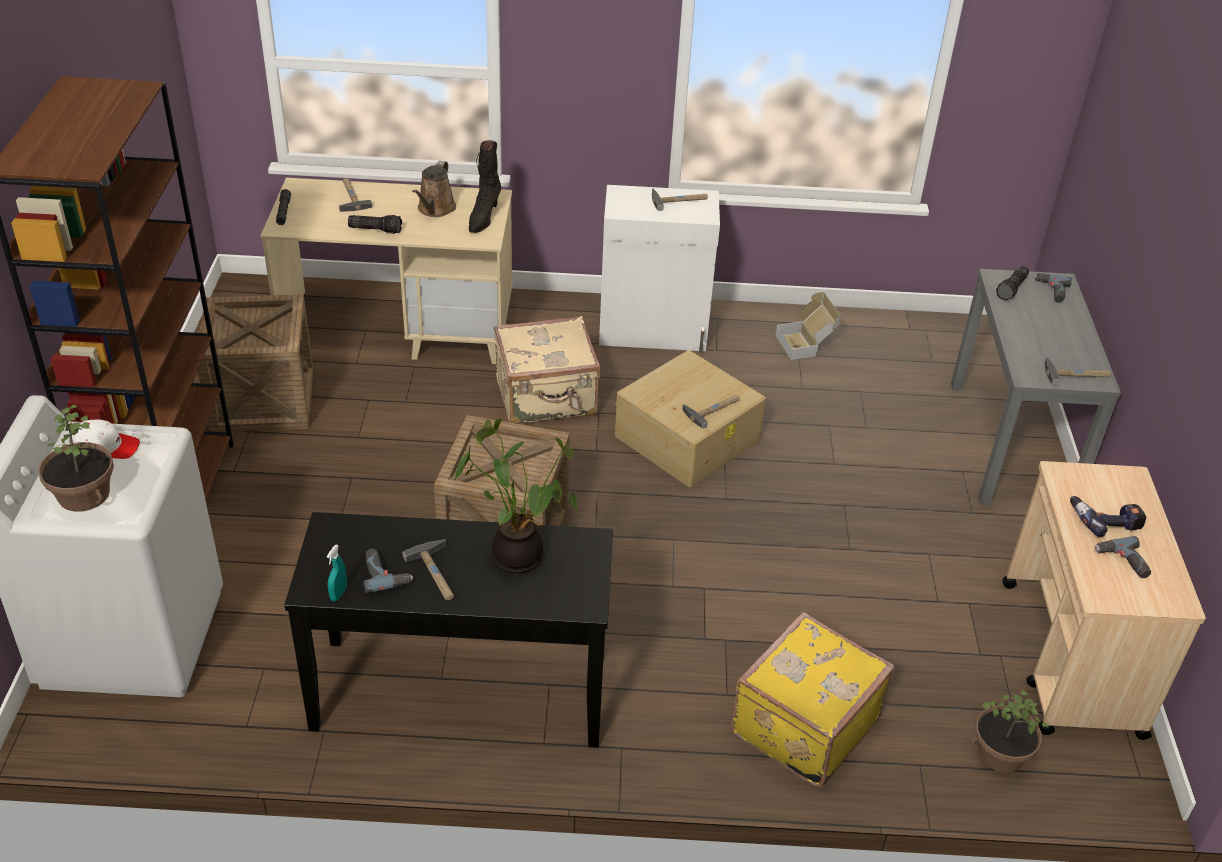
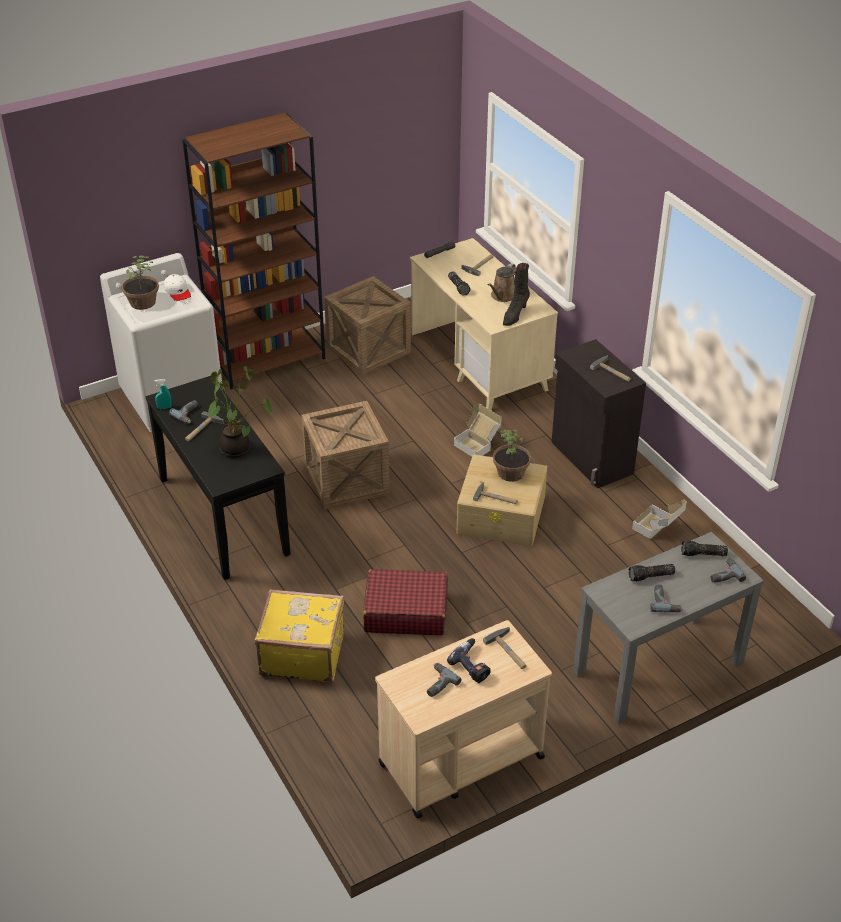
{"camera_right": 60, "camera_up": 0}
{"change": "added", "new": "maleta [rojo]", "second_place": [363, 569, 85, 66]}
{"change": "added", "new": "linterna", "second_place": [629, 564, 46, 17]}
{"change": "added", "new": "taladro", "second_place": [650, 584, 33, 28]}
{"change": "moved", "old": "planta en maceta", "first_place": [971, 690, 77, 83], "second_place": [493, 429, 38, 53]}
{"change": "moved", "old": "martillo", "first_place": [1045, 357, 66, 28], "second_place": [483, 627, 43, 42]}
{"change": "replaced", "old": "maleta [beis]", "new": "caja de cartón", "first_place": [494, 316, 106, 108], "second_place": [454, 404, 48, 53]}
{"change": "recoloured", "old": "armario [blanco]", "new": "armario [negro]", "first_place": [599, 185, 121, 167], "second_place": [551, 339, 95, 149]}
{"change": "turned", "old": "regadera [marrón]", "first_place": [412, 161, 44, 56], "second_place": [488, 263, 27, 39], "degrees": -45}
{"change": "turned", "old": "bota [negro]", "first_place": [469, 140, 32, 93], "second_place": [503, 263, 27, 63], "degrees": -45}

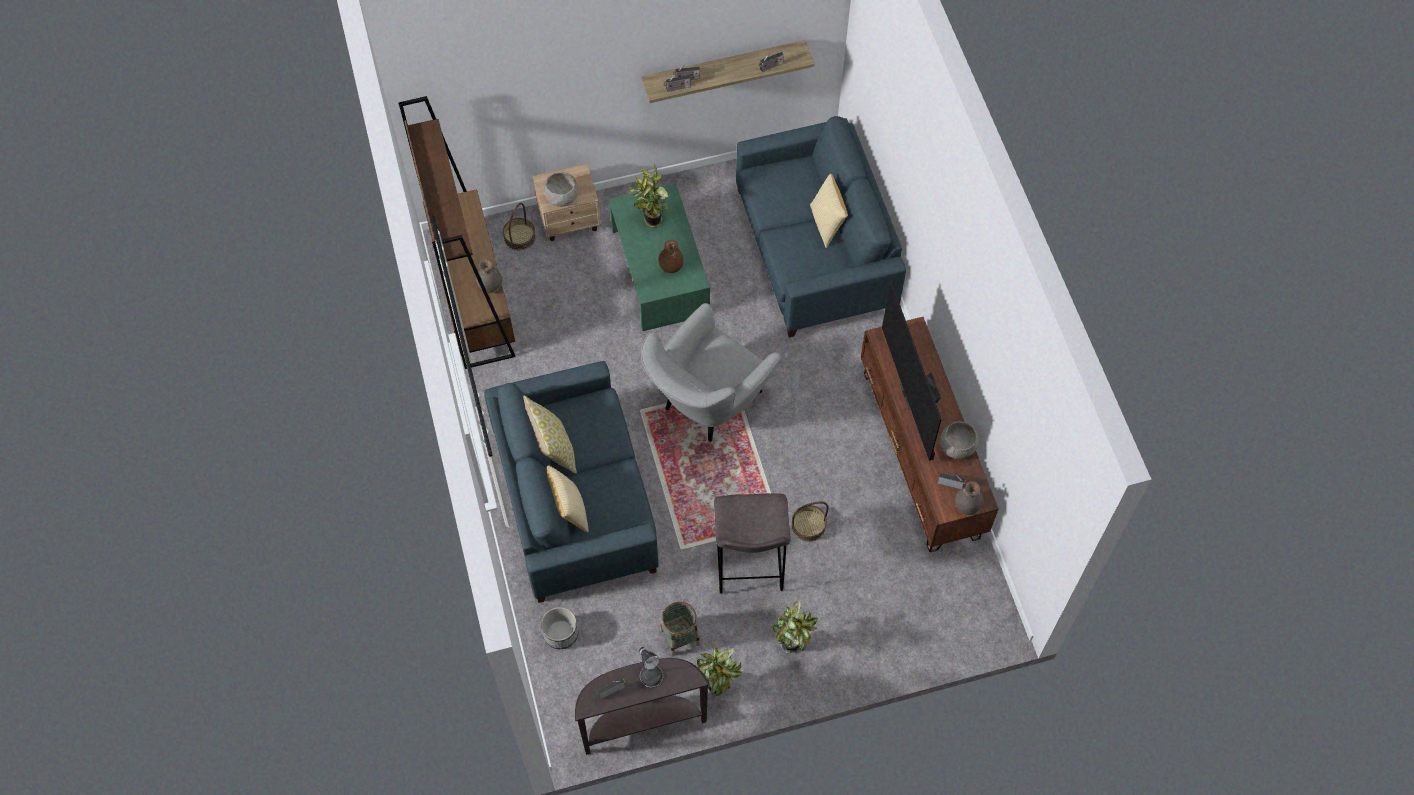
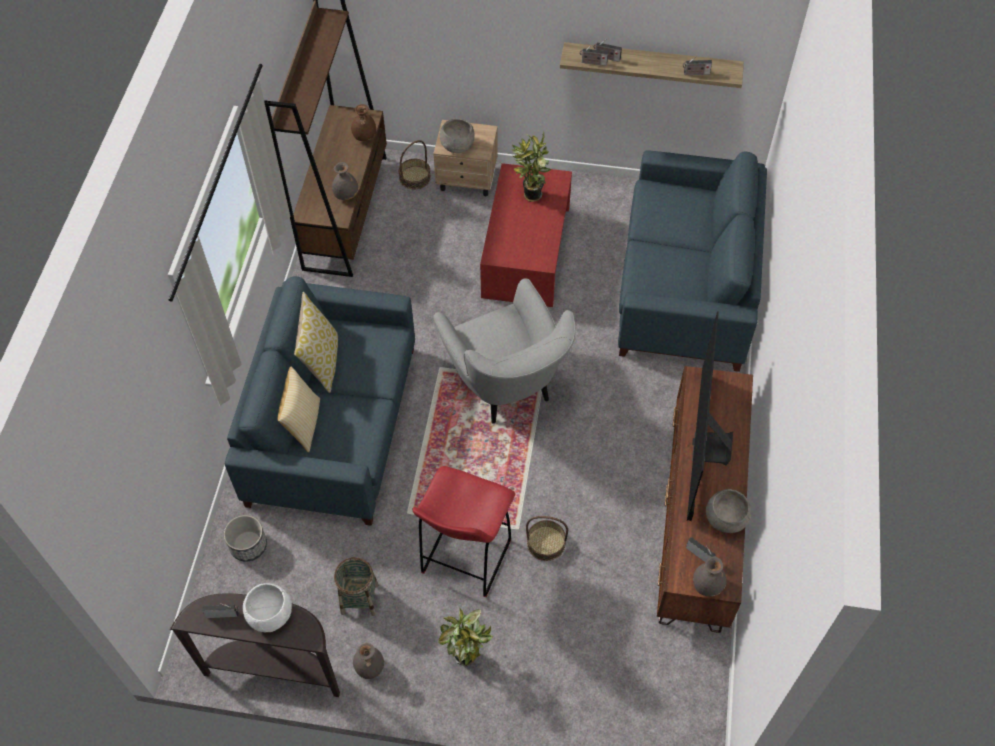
{"camera_right": 25, "camera_up": -5}
{"change": "removed", "old": "cojín", "first_place": [810, 174, 38, 74]}
{"change": "moved", "old": "florero [marrón]", "first_place": [658, 240, 26, 33], "second_place": [351, 104, 26, 37]}
{"change": "replaced", "old": "lámpara de mesa", "new": "cuenco [blanco]", "first_place": [639, 647, 24, 41], "second_place": [243, 583, 49, 49]}
{"change": "replaced", "old": "planta en maceta", "new": "florero [gris]", "first_place": [697, 646, 46, 50], "second_place": [353, 643, 31, 36]}
{"change": "recoloured", "old": "mesa de centro [verde]", "new": "mesa de centro [rojo]", "first_place": [609, 184, 101, 147], "second_place": [480, 163, 92, 144]}
{"change": "recoloured", "old": "taburete [gris]", "new": "taburete [rojo]", "first_place": [714, 493, 77, 101], "second_place": [413, 466, 102, 131]}
{"change": "turned", "old": "sillón [gris]", "first_place": [641, 303, 140, 139], "second_place": [433, 278, 142, 146], "degrees": -90}

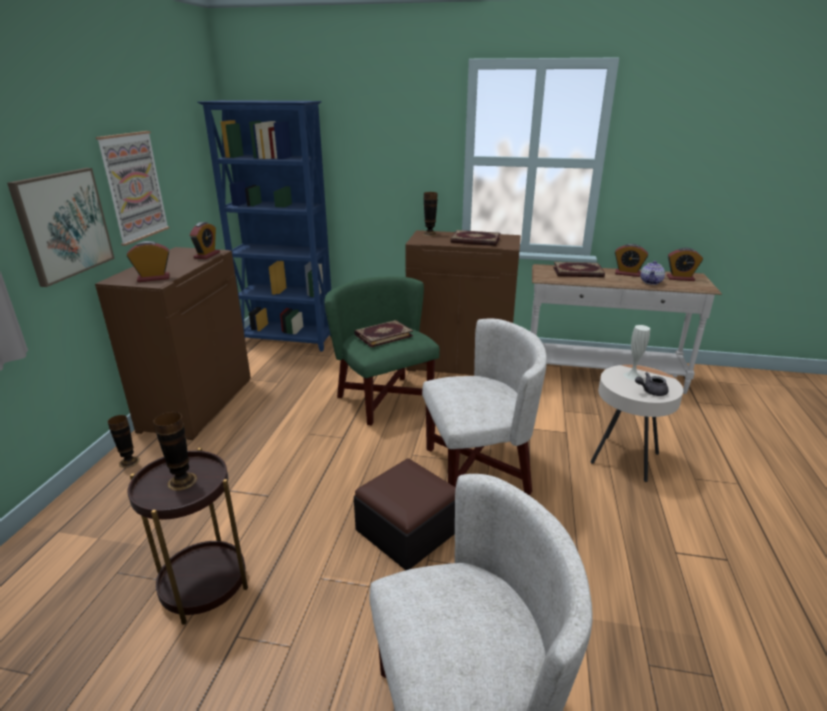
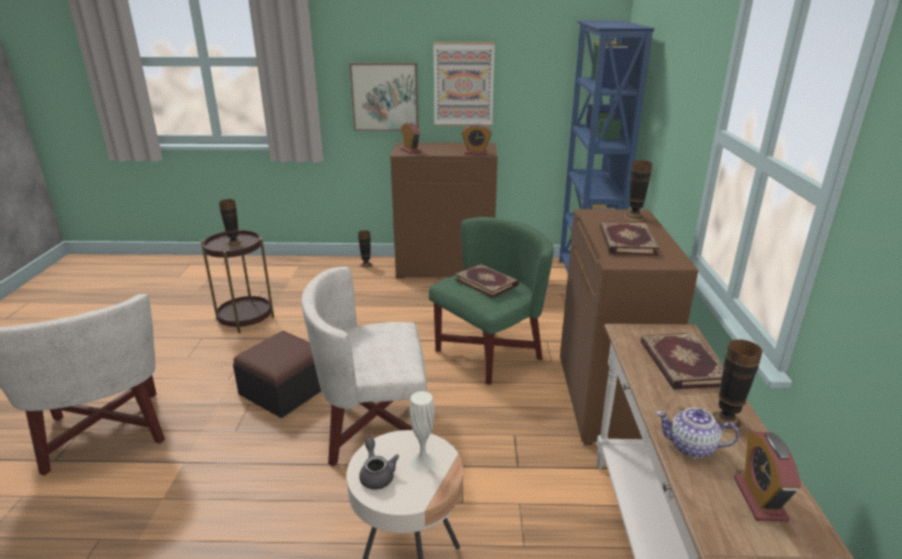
{"camera_right": 80, "camera_up": 0}
{"change": "replaced", "old": "despertador", "new": "florero", "first_place": [615, 244, 33, 33], "second_place": [711, 339, 51, 94]}
{"change": "turned", "old": "sillón [blanco]", "first_place": [422, 318, 125, 177], "second_place": [301, 267, 126, 199], "degrees": 105}

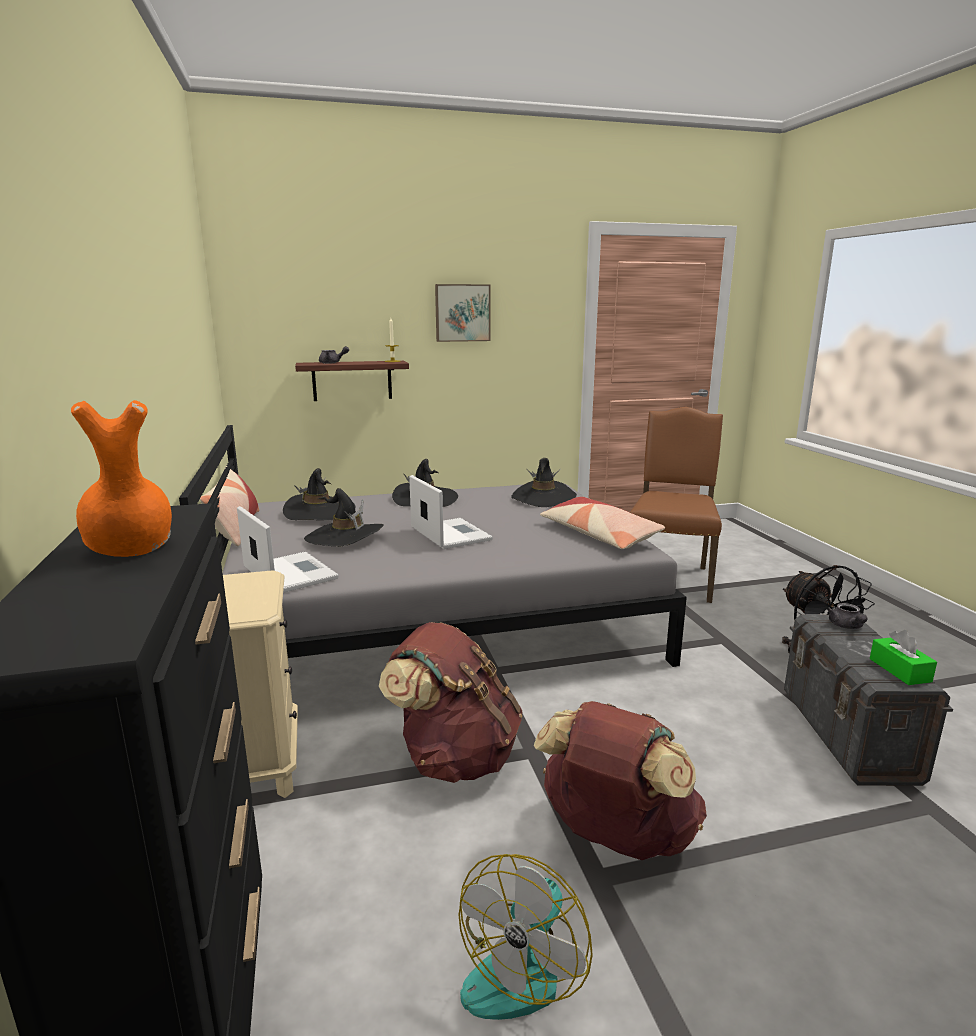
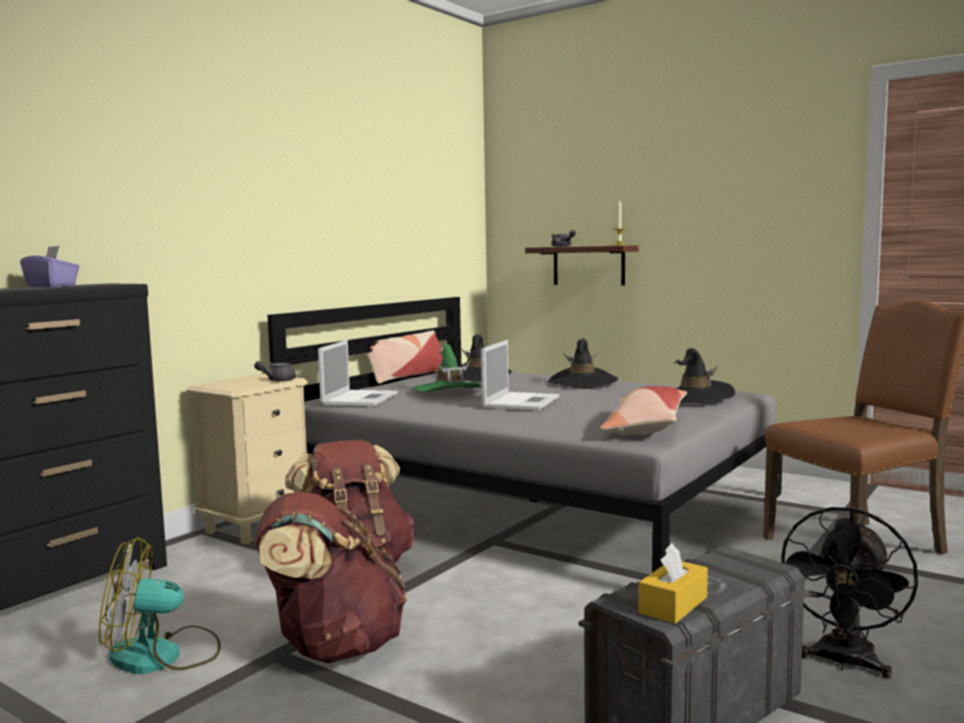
{"camera_right": 50, "camera_up": -10}
{"change": "removed", "old": "cuadro", "first_place": [435, 284, 56, 58]}
{"change": "moved", "old": "tetera [gris]", "first_place": [827, 603, 40, 26], "second_place": [254, 361, 42, 21]}
{"change": "replaced", "old": "florero [naranja]", "new": "caja de pañuelos [morado]", "first_place": [71, 400, 101, 157], "second_place": [20, 246, 60, 42]}
{"change": "recoloured", "old": "sombrero [negro]", "new": "sombrero [verde]", "first_place": [304, 488, 80, 59], "second_place": [412, 344, 70, 48]}
{"change": "recoloured", "old": "caja de pañuelos [verde]", "new": "caja de pañuelos [amarillo]", "first_place": [870, 630, 67, 55], "second_place": [639, 543, 69, 81]}

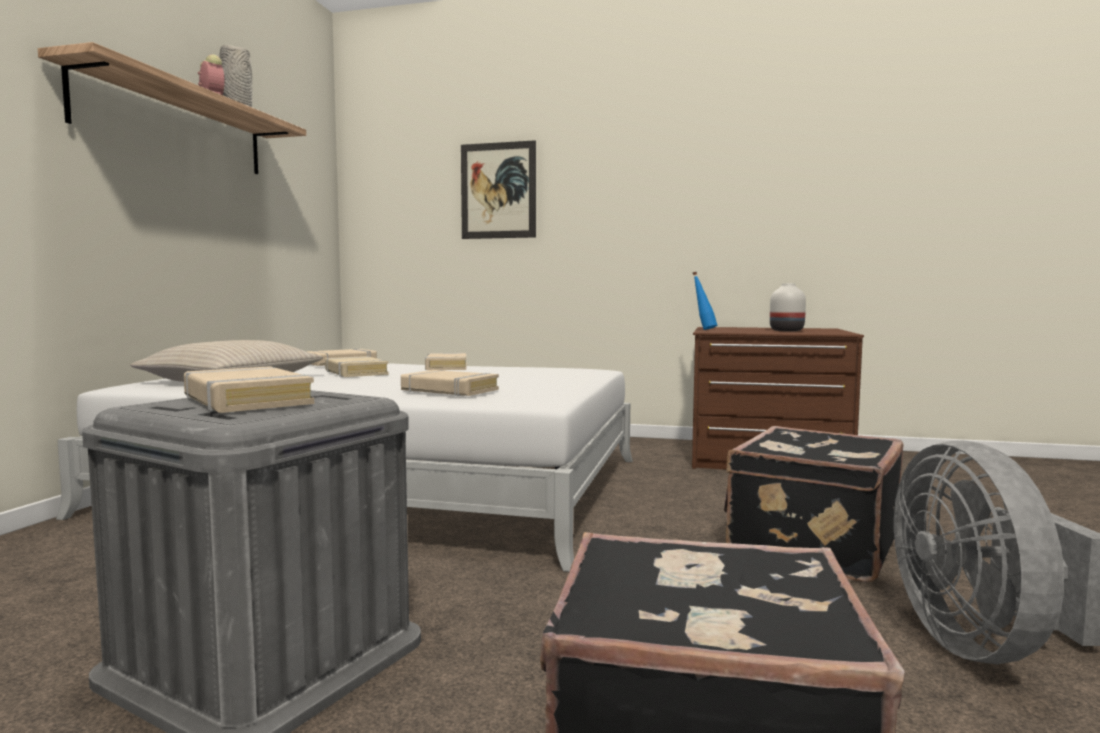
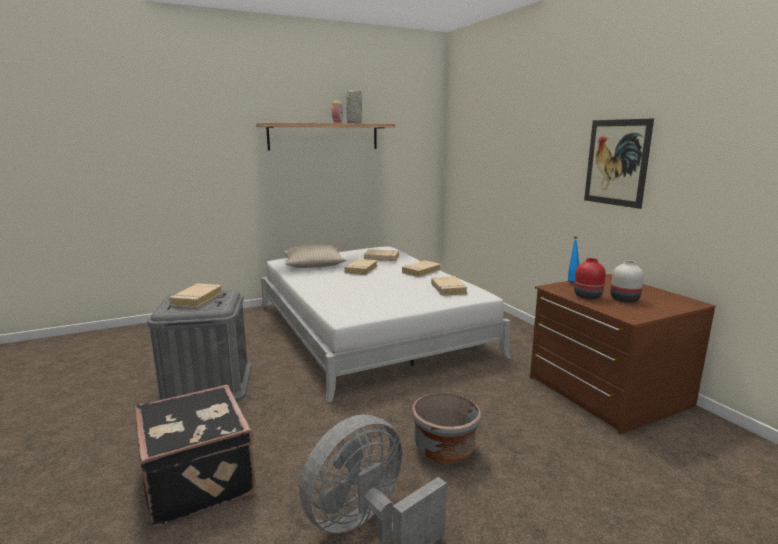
{"camera_right": 50, "camera_up": 10}
{"change": "added", "new": "florero [rojo]", "second_place": [574, 258, 32, 41]}
{"change": "moved", "old": "libro [beis]", "first_place": [401, 370, 98, 26], "second_place": [431, 276, 37, 20]}
{"change": "moved", "old": "cuadro", "first_place": [461, 140, 75, 99], "second_place": [584, 118, 70, 91]}
{"change": "replaced", "old": "maleta [negro]", "new": "maceta [gris]", "first_place": [724, 426, 180, 157], "second_place": [411, 392, 71, 72]}

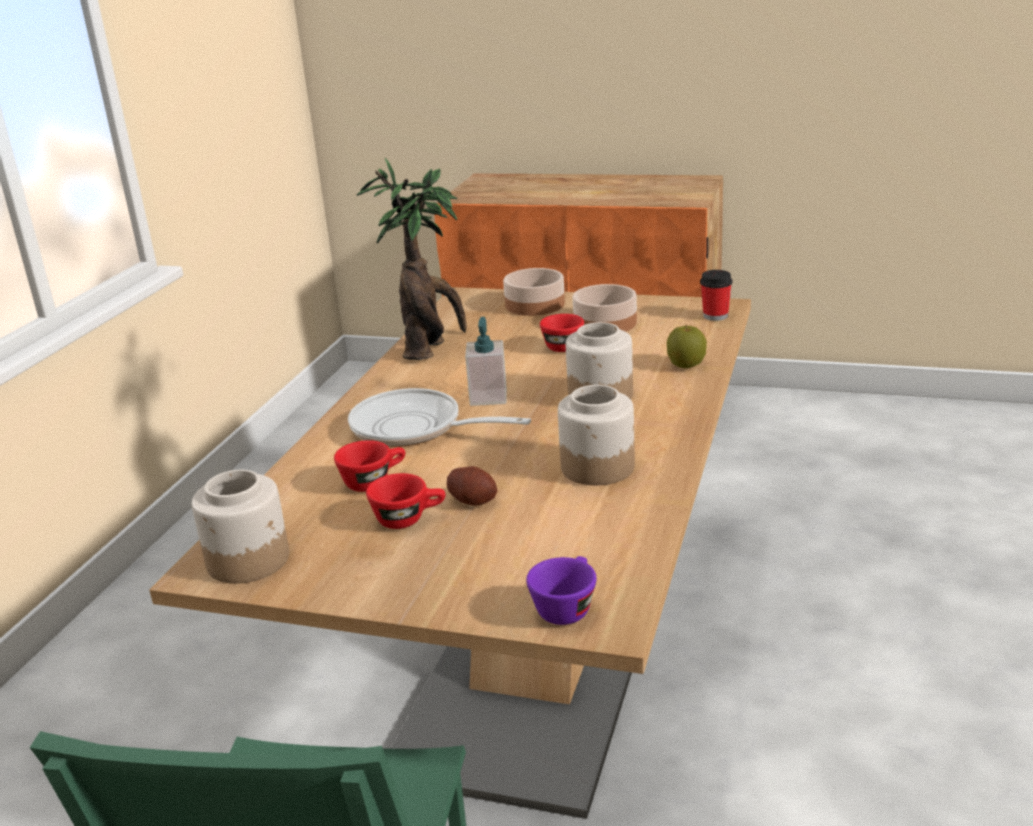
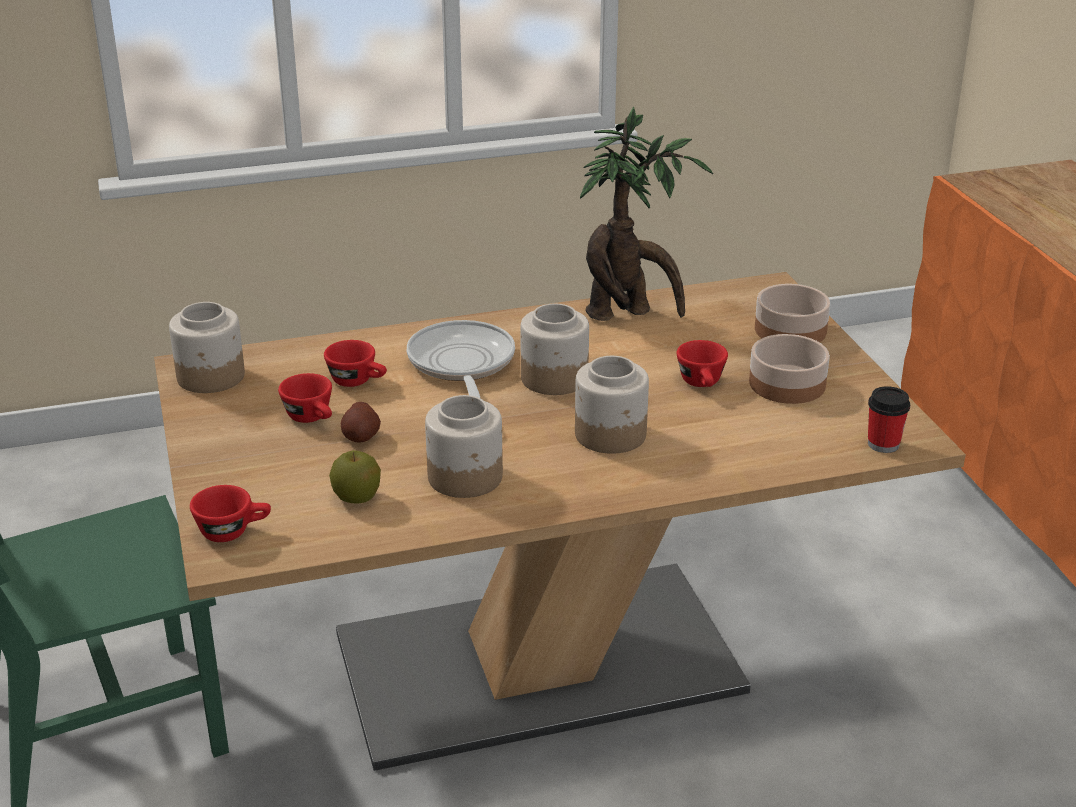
{"camera_right": 55, "camera_up": 5}
{"change": "moved", "old": "manzana", "first_place": [667, 325, 40, 43], "second_place": [329, 450, 52, 53]}
{"change": "replaced", "old": "dispensador de jabón", "new": "tarro", "first_place": [465, 317, 42, 89], "second_place": [520, 304, 69, 91]}
{"change": "recoloured", "old": "taza [morado]", "new": "taza [rojo]", "first_place": [526, 556, 70, 69], "second_place": [190, 485, 81, 57]}

